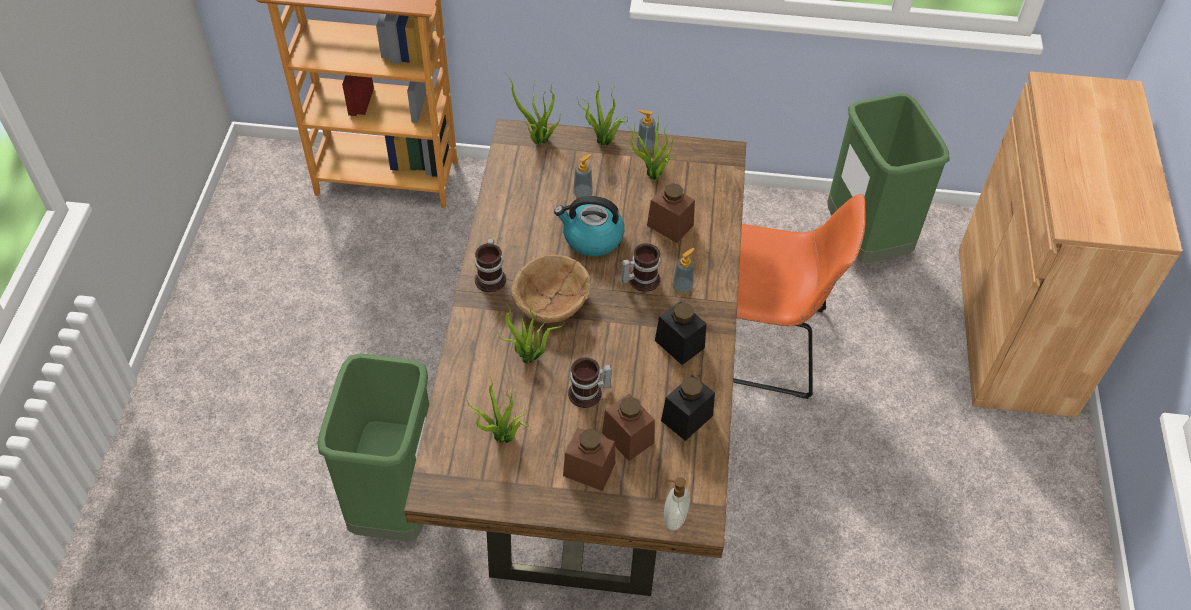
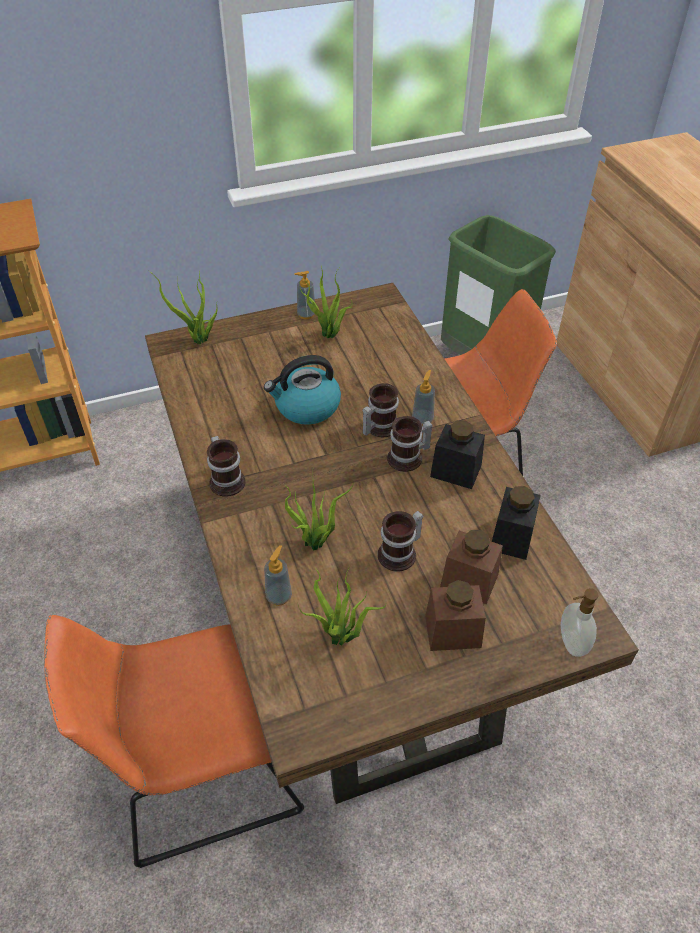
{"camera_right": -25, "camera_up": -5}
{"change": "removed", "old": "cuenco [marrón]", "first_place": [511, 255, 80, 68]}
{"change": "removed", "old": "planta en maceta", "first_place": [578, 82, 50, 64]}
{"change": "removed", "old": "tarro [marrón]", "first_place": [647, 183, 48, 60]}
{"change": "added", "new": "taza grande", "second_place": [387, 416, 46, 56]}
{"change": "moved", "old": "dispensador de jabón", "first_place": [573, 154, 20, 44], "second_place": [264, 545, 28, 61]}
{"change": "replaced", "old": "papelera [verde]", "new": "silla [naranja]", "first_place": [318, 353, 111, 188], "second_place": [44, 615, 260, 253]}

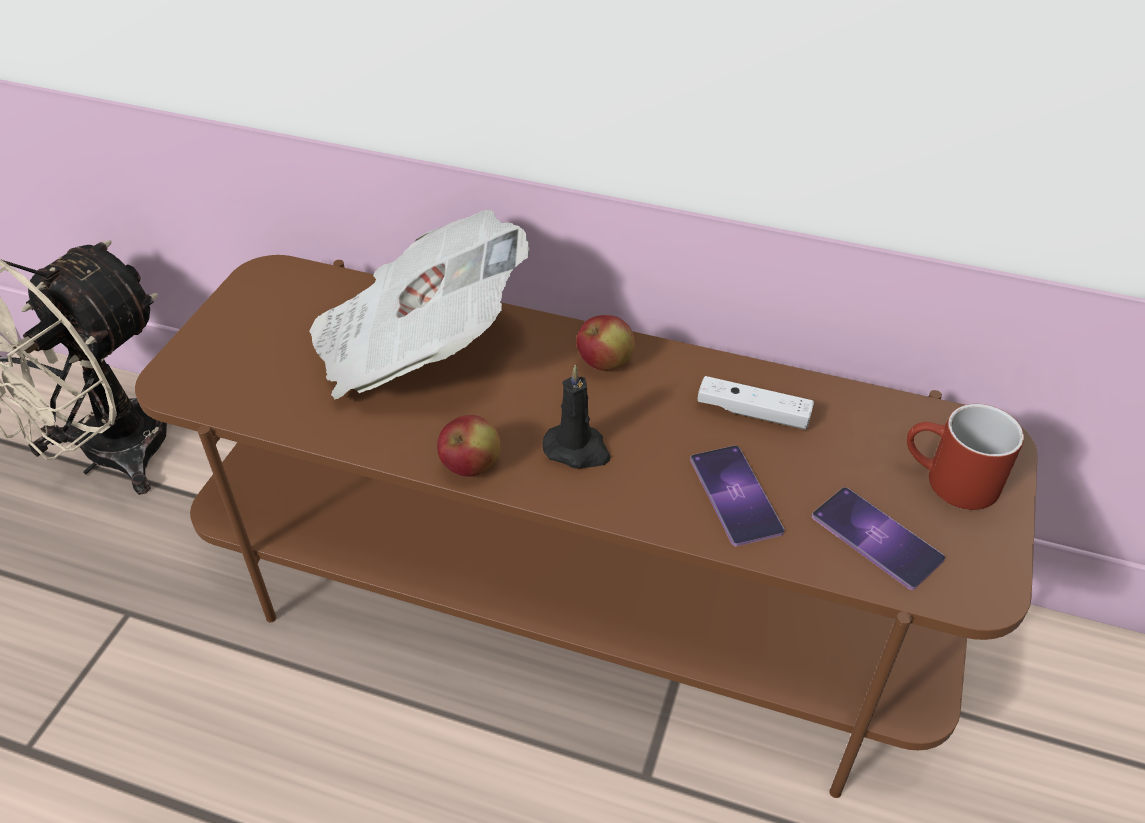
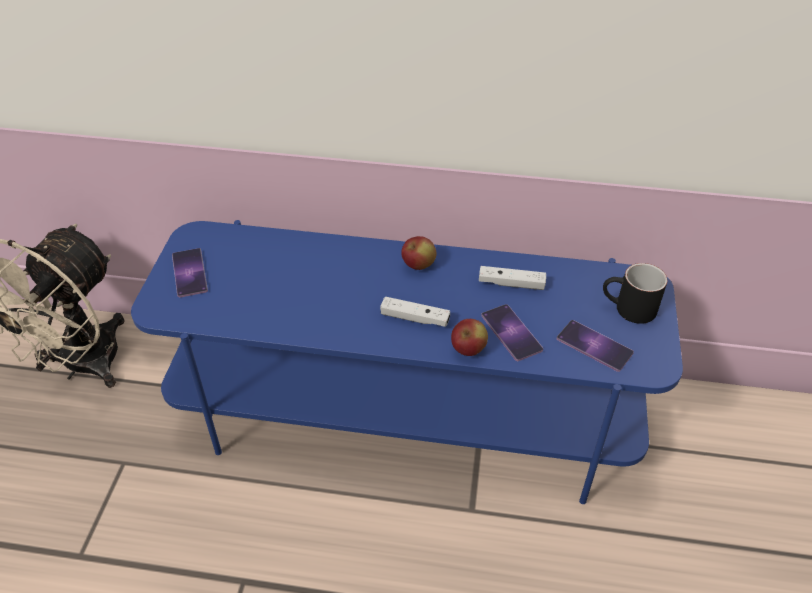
{"camera_right": -10, "camera_up": 0}
{"change": "removed", "old": "periódico", "first_place": [309, 209, 221, 191]}
{"change": "added", "new": "móvil", "second_place": [172, 248, 36, 50]}
{"change": "moved", "old": "manzana", "first_place": [437, 415, 64, 62], "second_place": [451, 319, 37, 37]}
{"change": "replaced", "old": "vela [negro]", "new": "mando de consola [blanco]", "first_place": [543, 365, 67, 104], "second_place": [380, 296, 70, 31]}
{"change": "recoloured", "old": "mueble de televisión [marrón]", "new": "mueble de televisión [azul]", "first_place": [135, 255, 903, 543], "second_place": [131, 220, 552, 284]}
{"change": "recoloured", "old": "taza grande [rojo]", "new": "taza grande [negro]", "first_place": [907, 404, 117, 106], "second_place": [603, 263, 64, 61]}

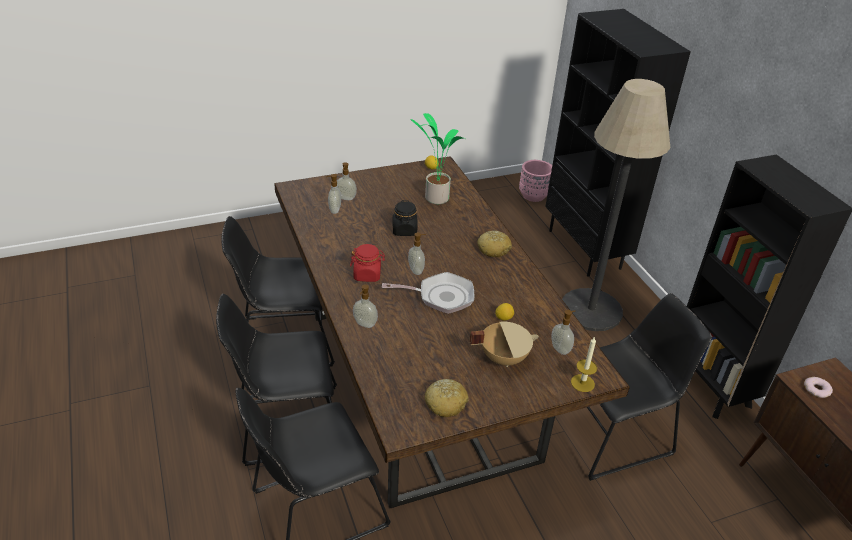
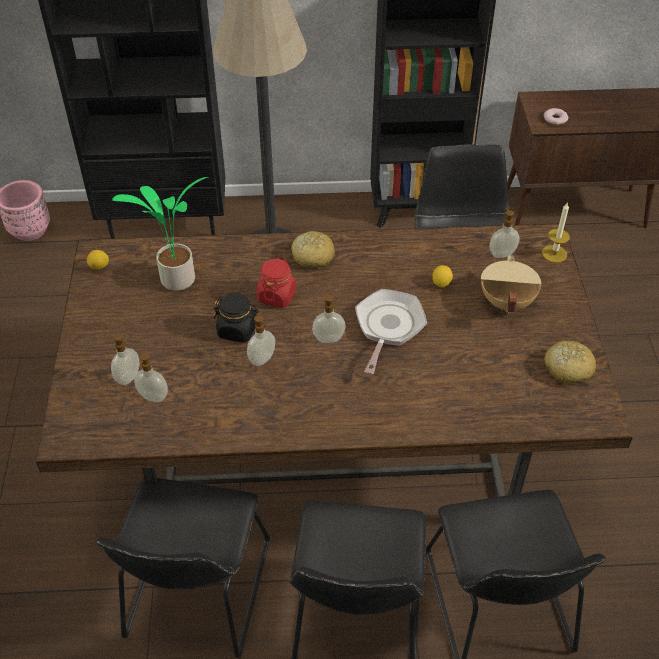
{"camera_right": -70, "camera_up": 10}
{"change": "moved", "old": "tarro [rojo]", "first_place": [350, 244, 35, 38], "second_place": [257, 258, 39, 50]}
{"change": "moved", "old": "dispensador de jabón", "first_place": [353, 284, 25, 44], "second_place": [247, 315, 28, 51]}

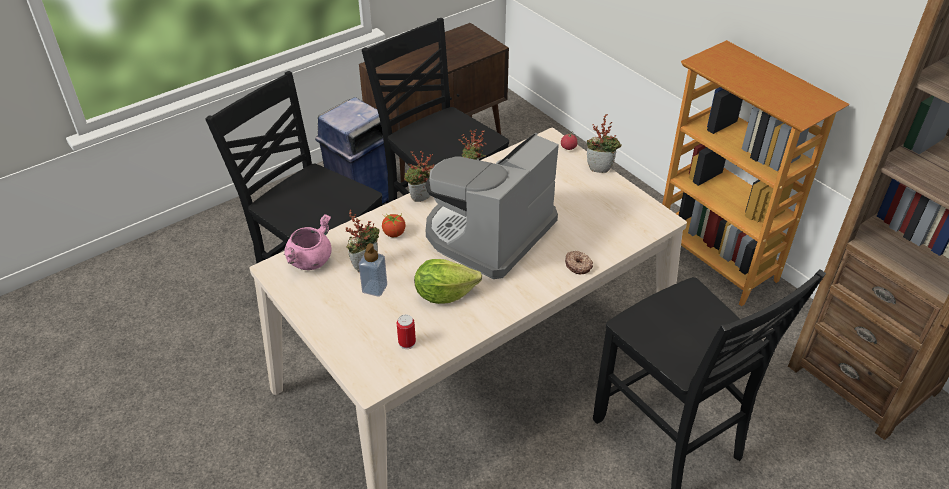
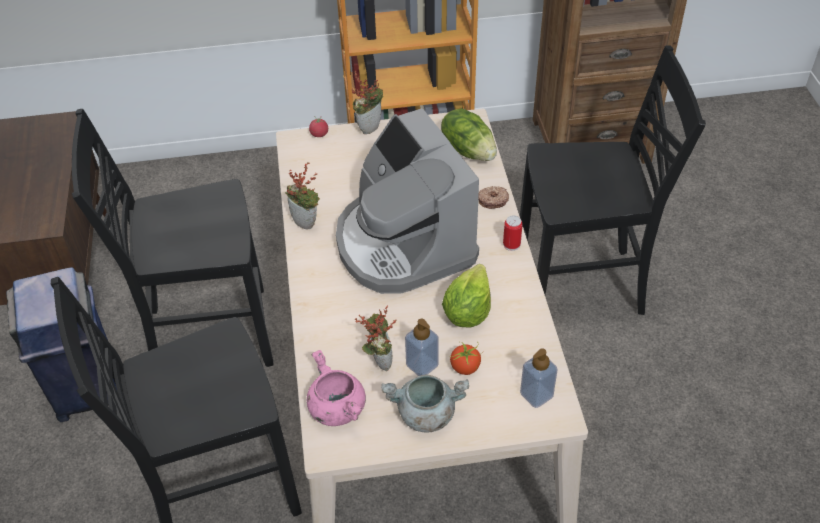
{"camera_right": -60, "camera_up": 5}
{"change": "removed", "old": "planta en maceta", "first_place": [404, 150, 30, 52]}
{"change": "added", "new": "olla [gris]", "second_place": [381, 375, 88, 58]}
{"change": "added", "new": "lechuga", "second_place": [441, 108, 56, 53]}
{"change": "added", "new": "dispensador de jabón", "second_place": [520, 348, 38, 60]}
{"change": "moved", "old": "tomate", "first_place": [382, 213, 24, 24], "second_place": [449, 342, 34, 33]}
{"change": "moved", "old": "lata", "first_place": [397, 315, 19, 34], "second_place": [503, 215, 20, 36]}

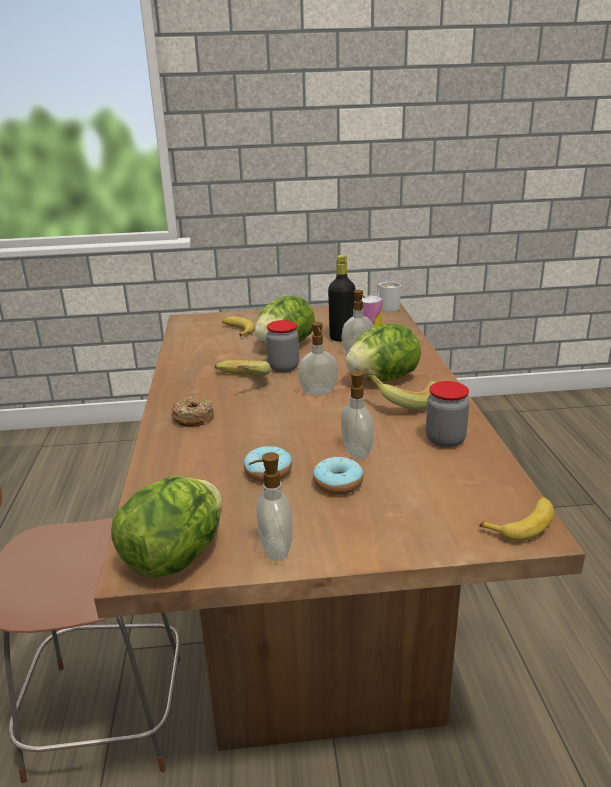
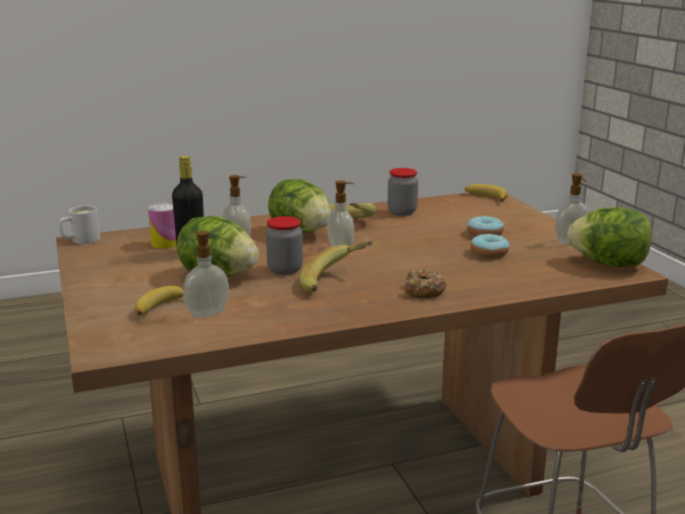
{"camera_right": -105, "camera_up": -5}
{"change": "moved", "old": "dispensador de jabón", "first_place": [341, 371, 33, 88], "second_place": [183, 231, 46, 87]}

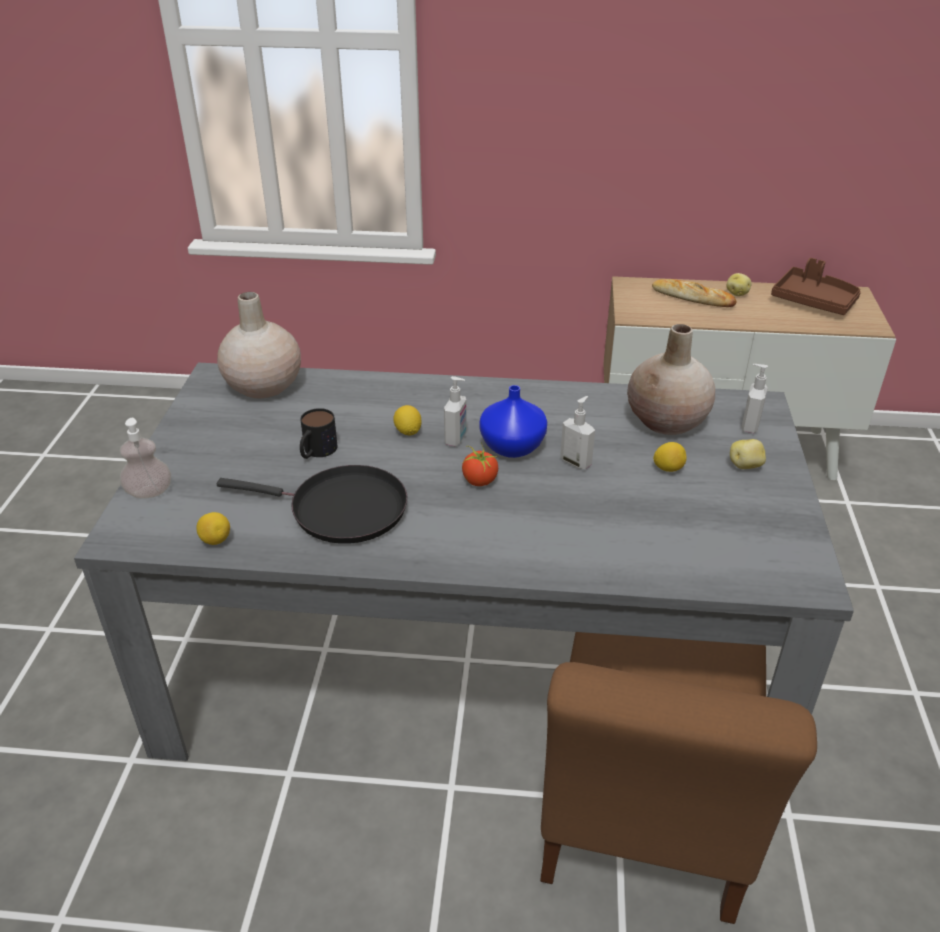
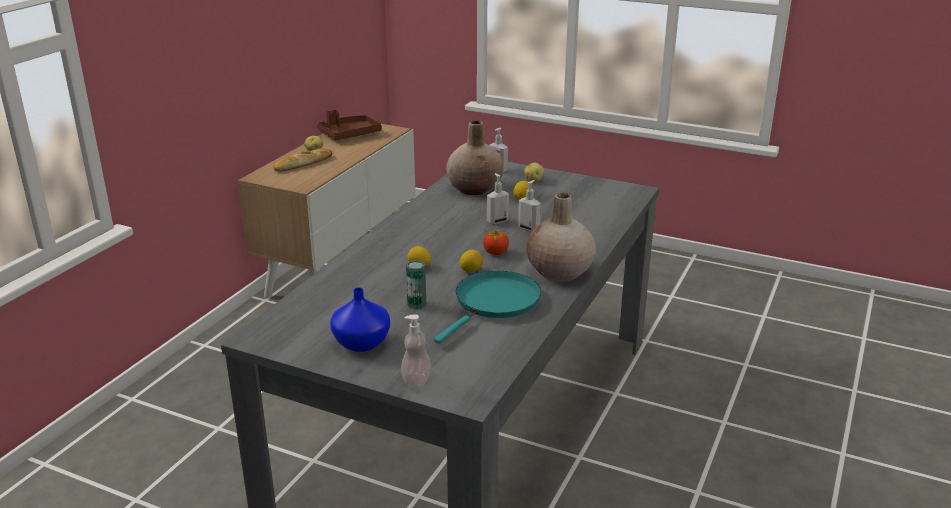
{"camera_right": -70, "camera_up": -10}
{"change": "removed", "old": "silla [marrón]", "first_place": [540, 632, 277, 292]}
{"change": "moved", "old": "limón", "first_place": [196, 512, 34, 33], "second_place": [459, 250, 24, 22]}
{"change": "moved", "old": "florero [beis]", "first_place": [217, 292, 84, 107], "second_place": [526, 193, 70, 89]}
{"change": "moved", "old": "dispensador de jabón", "first_place": [444, 376, 22, 71], "second_place": [518, 180, 23, 52]}
{"change": "moved", "old": "florero [azul]", "first_place": [479, 385, 68, 73], "second_place": [330, 288, 60, 64]}
{"change": "replaced", "old": "taza grande", "new": "lata", "first_place": [300, 408, 37, 51], "second_place": [406, 260, 20, 49]}
{"change": "recoloured", "old": "sartén [negro]", "new": "sartén [turquesa]", "first_place": [217, 465, 190, 79], "second_place": [434, 271, 107, 73]}

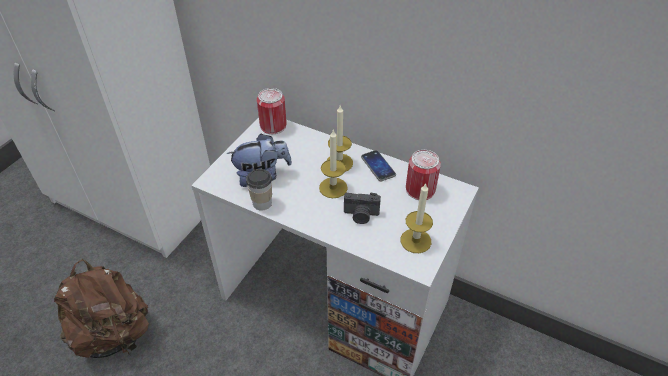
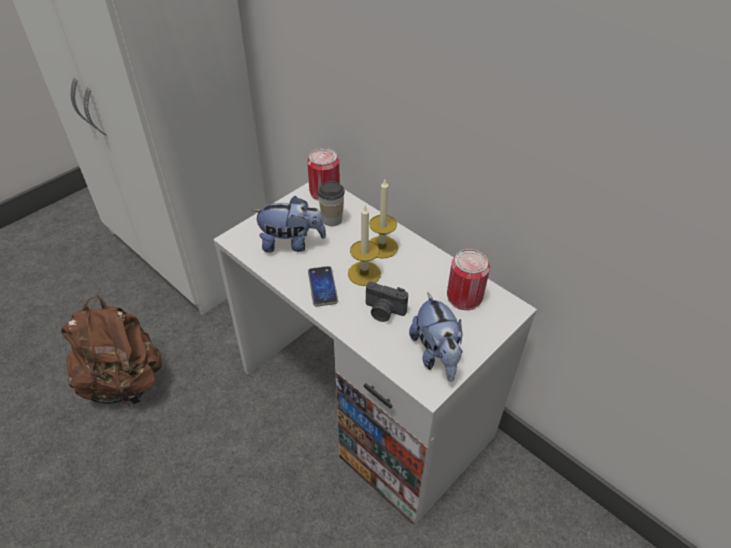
{"camera_right": 15, "camera_up": 0}
{"change": "moved", "old": "taza", "first_place": [246, 169, 26, 41], "second_place": [318, 181, 27, 45]}
{"change": "moved", "old": "móvil", "first_place": [361, 150, 35, 31], "second_place": [308, 266, 30, 41]}
{"change": "replaced", "old": "vela", "new": "peluche", "first_place": [401, 183, 32, 70], "second_place": [409, 292, 54, 90]}

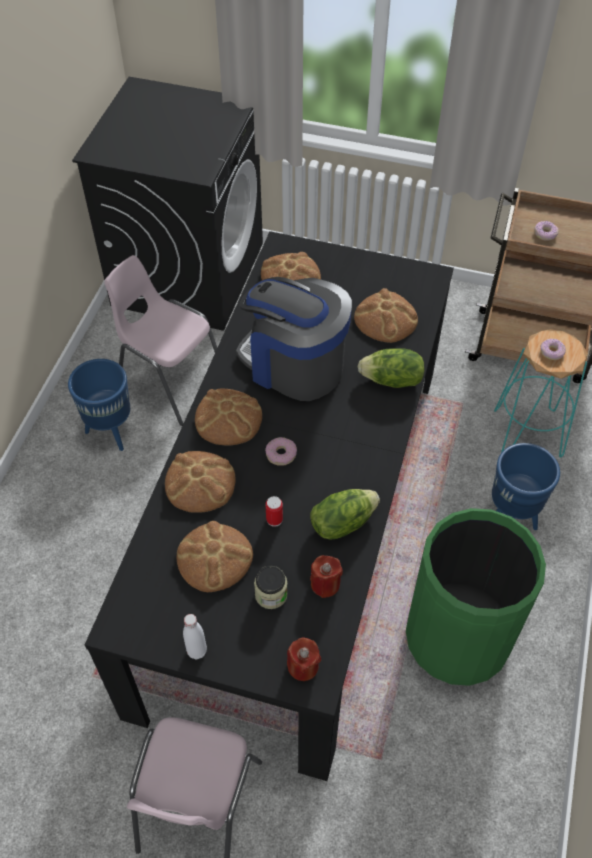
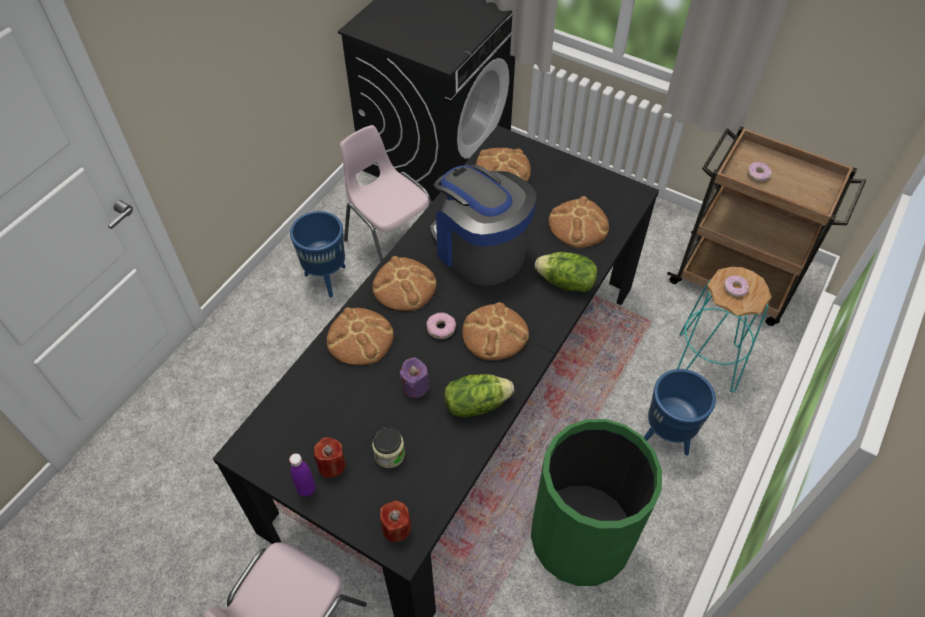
{"camera_right": 15, "camera_up": 0}
{"change": "moved", "old": "pan", "first_place": [176, 521, 77, 71], "second_place": [462, 302, 67, 58]}
{"change": "moved", "old": "vela [rojo]", "first_place": [310, 555, 33, 43], "second_place": [313, 437, 33, 41]}
{"change": "replaced", "old": "lata", "new": "vela [morado]", "first_place": [265, 496, 18, 31], "second_place": [399, 357, 31, 41]}
{"change": "recoloured", "old": "botella [blanco]", "new": "botella [morado]", "first_place": [183, 614, 24, 45], "second_place": [289, 453, 27, 44]}

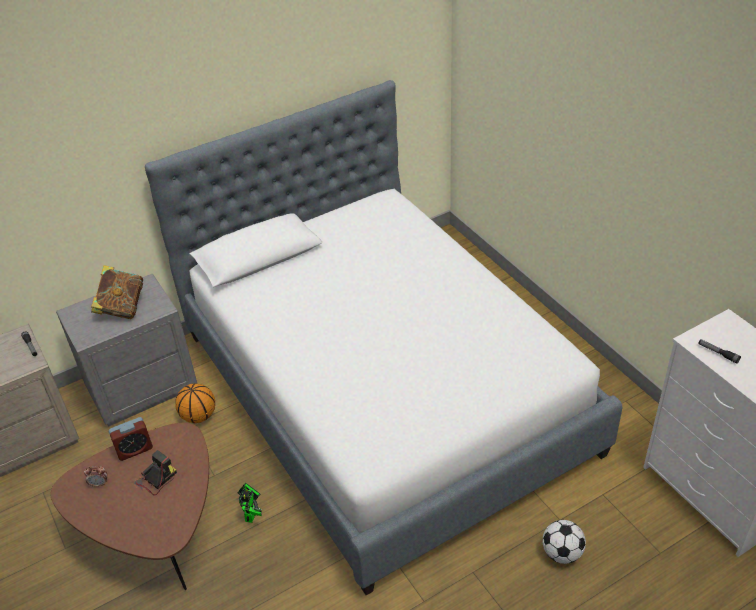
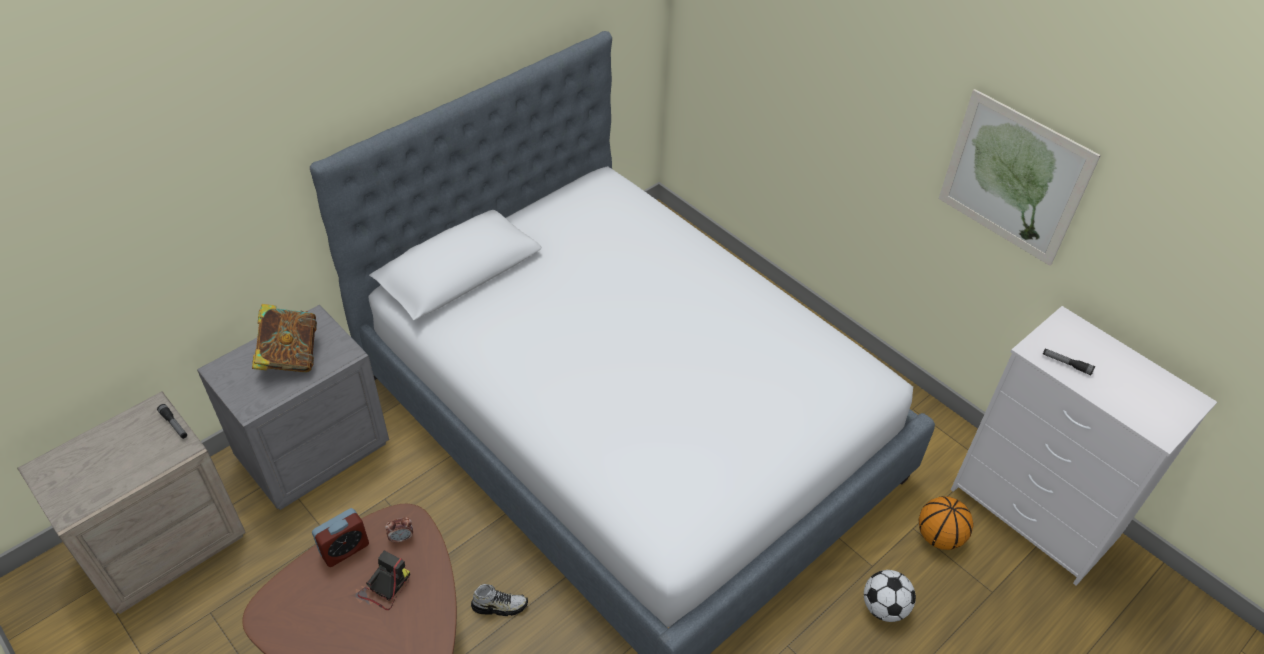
{"camera_right": -15, "camera_up": 5}
{"change": "added", "new": "cuadro", "second_place": [939, 89, 162, 177]}
{"change": "moved", "old": "despertador", "first_place": [84, 466, 23, 21], "second_place": [385, 517, 28, 26]}
{"change": "moved", "old": "balón de baloncesto", "first_place": [175, 383, 40, 40], "second_place": [918, 496, 55, 54]}
{"change": "replaced", "old": "robot de juguete", "new": "zapato", "first_place": [238, 483, 24, 40], "second_place": [471, 584, 57, 32]}

